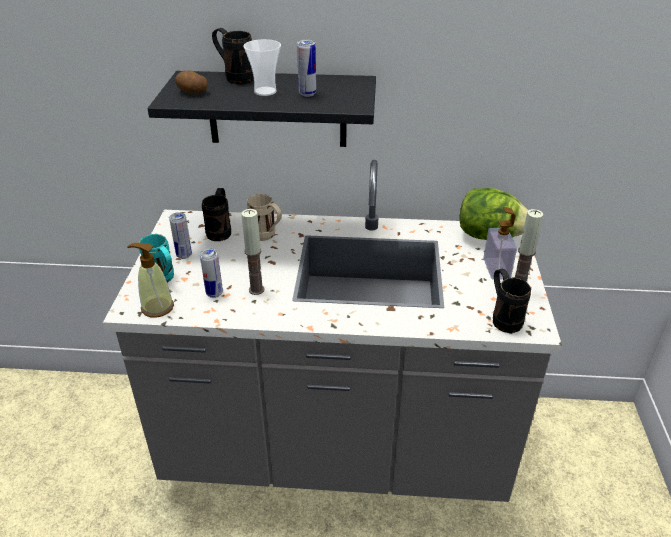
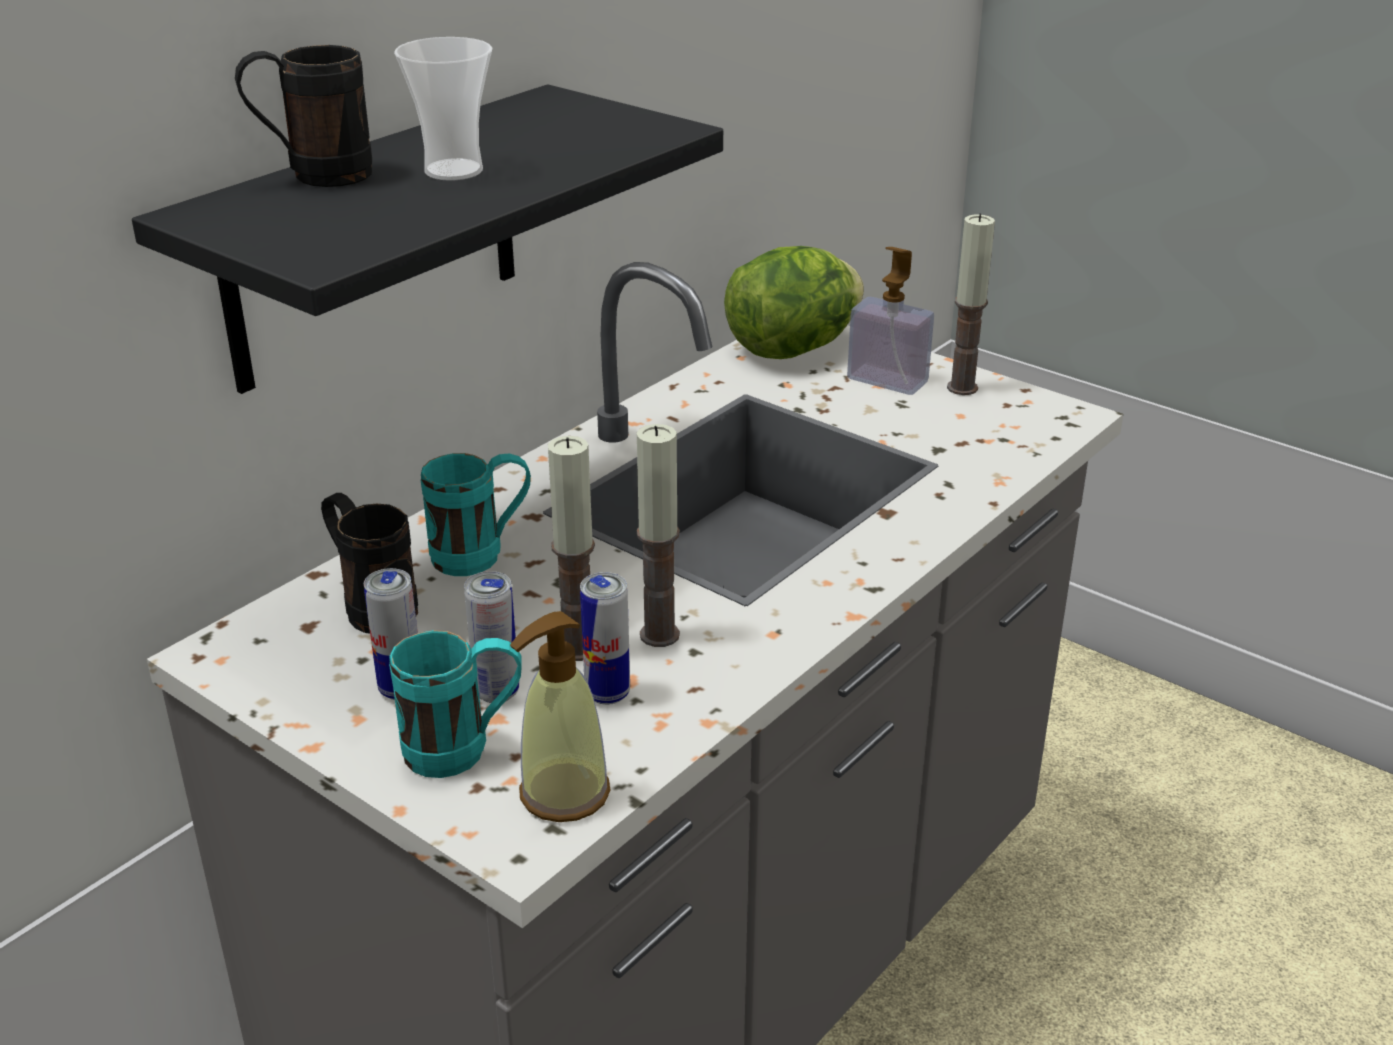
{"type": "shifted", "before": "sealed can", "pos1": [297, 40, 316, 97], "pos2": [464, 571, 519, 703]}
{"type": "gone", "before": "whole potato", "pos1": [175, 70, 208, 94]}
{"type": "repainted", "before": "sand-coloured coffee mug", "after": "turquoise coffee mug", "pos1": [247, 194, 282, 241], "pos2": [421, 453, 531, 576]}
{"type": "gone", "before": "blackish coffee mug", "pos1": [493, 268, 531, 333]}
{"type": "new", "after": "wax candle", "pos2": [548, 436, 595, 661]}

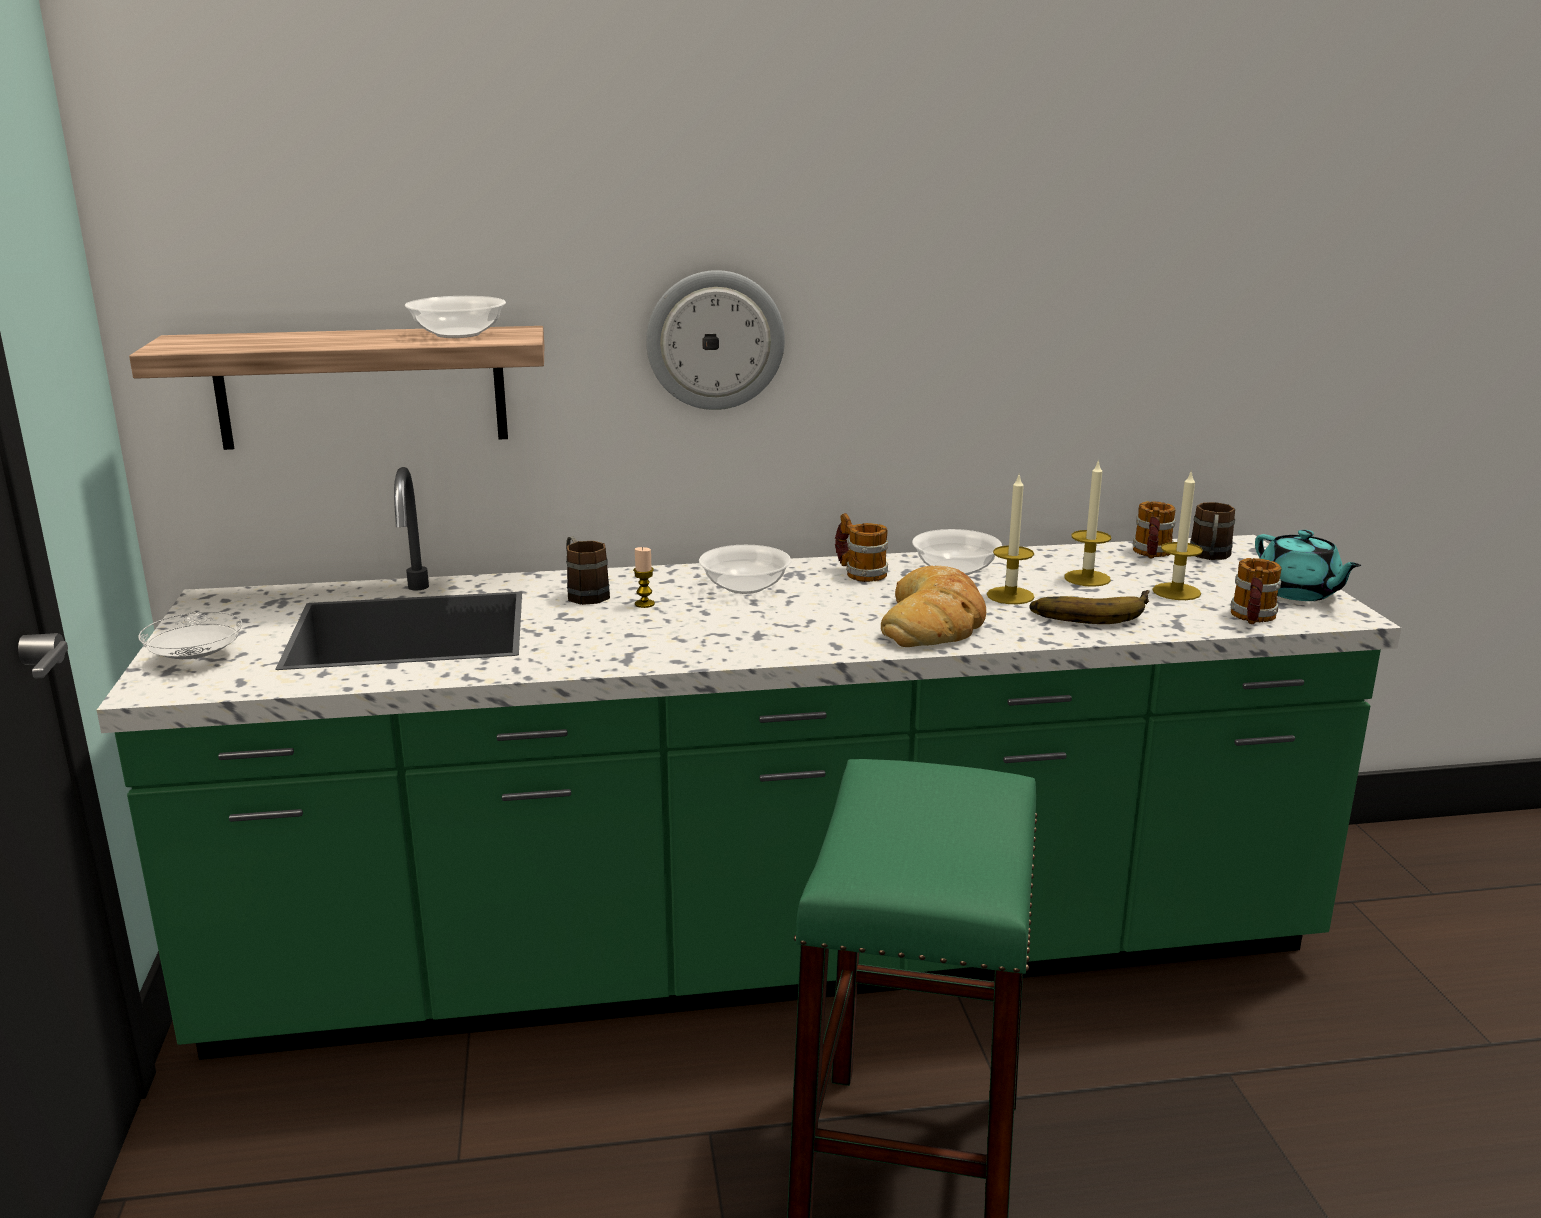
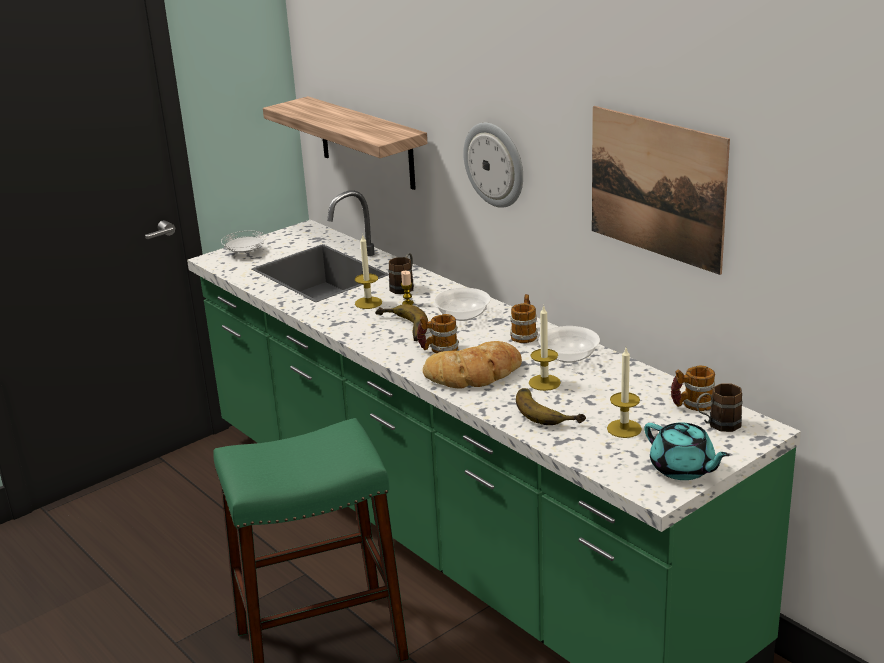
{"type": "gone", "before": "serving bowl", "pos1": [405, 296, 506, 338]}
{"type": "shifted", "before": "wax candle", "pos1": [1064, 459, 1111, 587], "pos2": [355, 235, 382, 309]}
{"type": "rotated", "before": "turquoise teapot", "pos1": [1255, 530, 1361, 601], "pos2": [644, 423, 730, 480], "turn": -75}
{"type": "shifted", "before": "coffee mug", "pos1": [1230, 558, 1282, 624], "pos2": [417, 314, 459, 353]}
{"type": "new", "after": "wall art", "pos2": [592, 106, 730, 275]}
{"type": "new", "after": "whole banana", "pos2": [375, 304, 428, 341]}

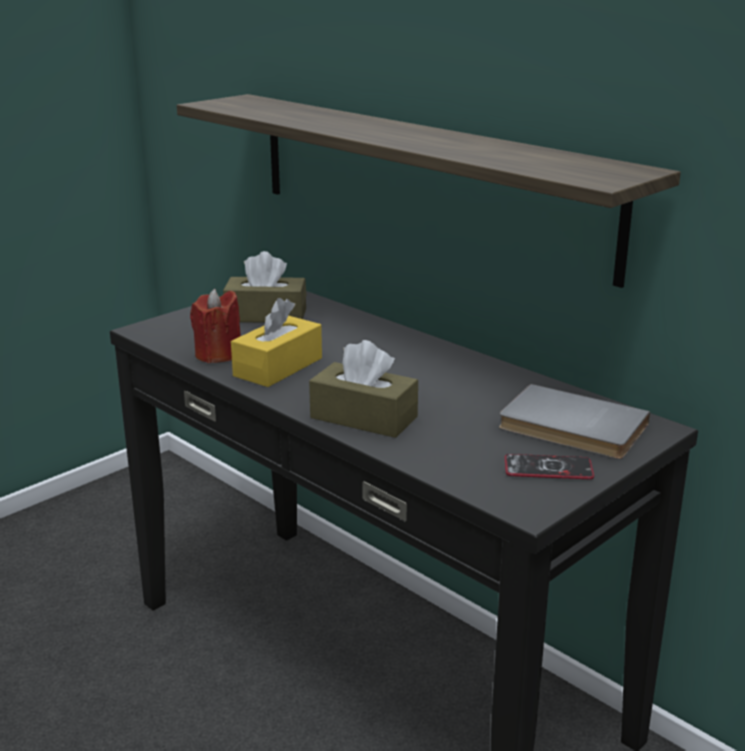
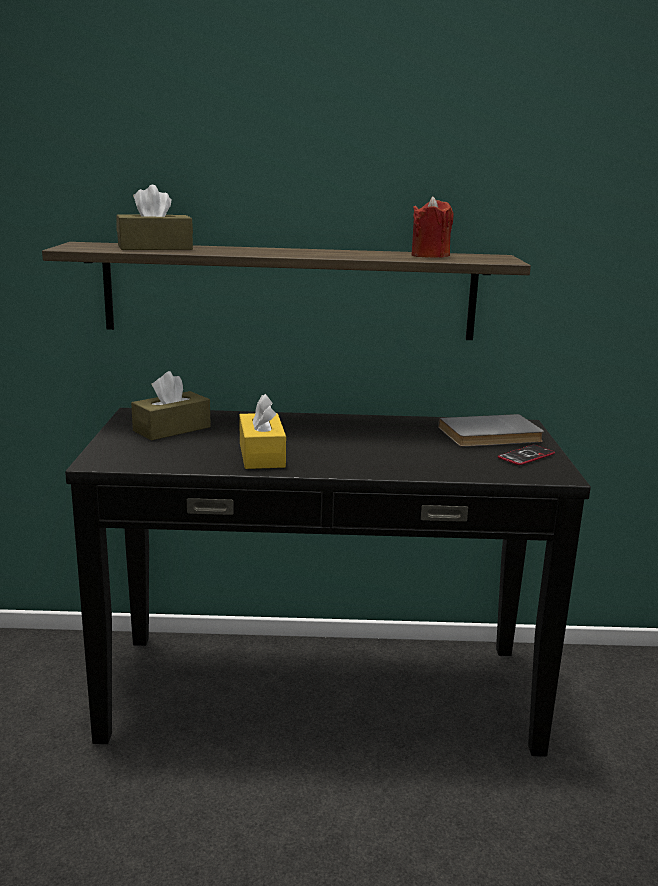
{"type": "shifted", "before": "reddish wax candle", "pos1": [190, 289, 241, 363], "pos2": [412, 196, 454, 258]}
{"type": "shifted", "before": "brown tissue holder", "pos1": [309, 340, 418, 438], "pos2": [116, 185, 193, 250]}

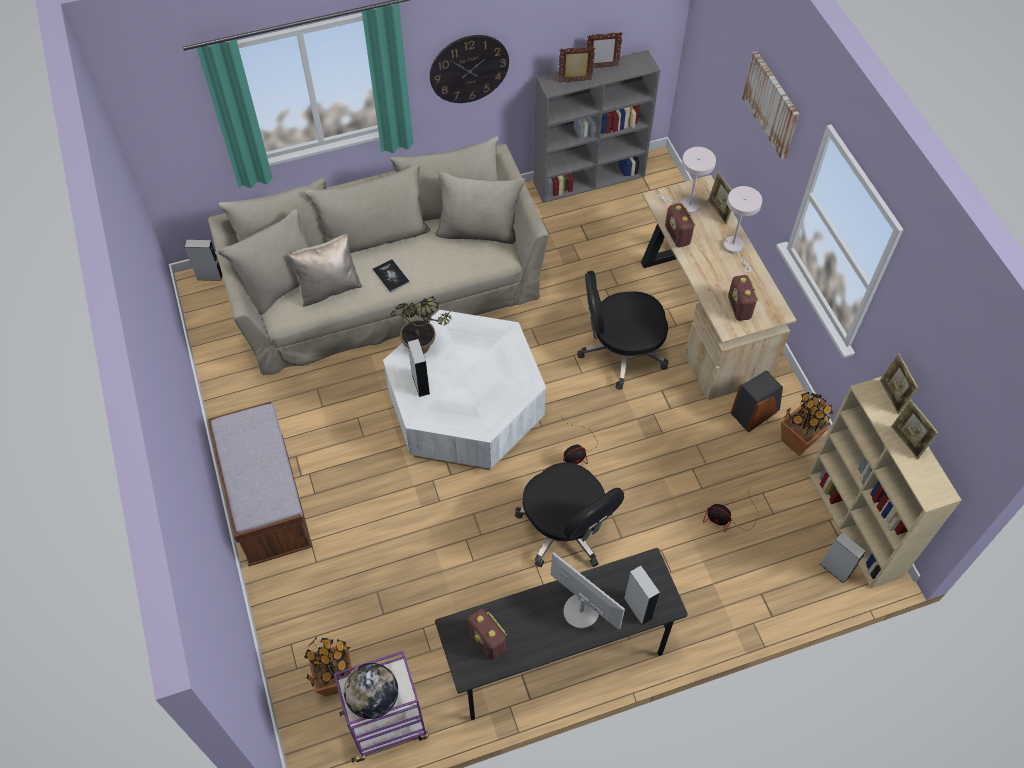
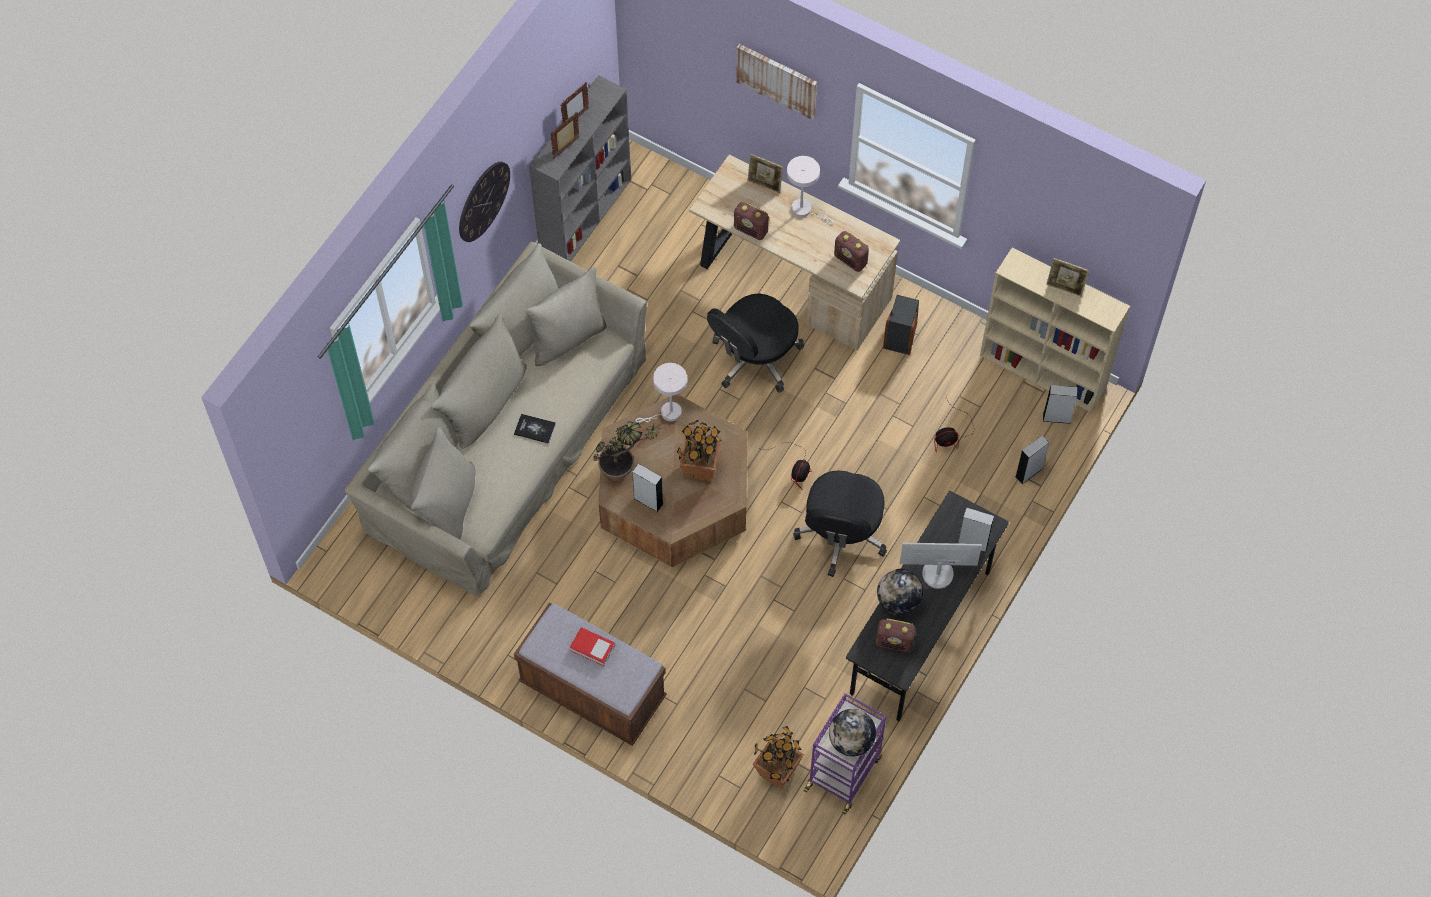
{"type": "shifted", "before": "white-coloured lamp for a table", "pos1": [657, 147, 716, 215], "pos2": [635, 363, 687, 423]}
{"type": "gone", "before": "sand-coloured cushion", "pos1": [288, 235, 362, 307]}
{"type": "shifted", "before": "gray audio speaker", "pos1": [185, 240, 222, 281], "pos2": [1015, 436, 1049, 484]}
{"type": "repainted", "before": "white-coloured coffee table", "after": "brown coffee table", "pos1": [383, 310, 546, 470], "pos2": [599, 394, 748, 568]}
{"type": "gone", "before": "standing frame", "pos1": [880, 353, 918, 414]}
{"type": "shifted", "before": "plant in a pot", "pos1": [781, 392, 833, 456], "pos2": [677, 420, 722, 481]}
{"type": "rotated", "before": "blackish desk chair", "pos1": [515, 462, 624, 567], "pos2": [793, 470, 887, 577], "turn": 90}
{"type": "new", "after": "world globe", "pos2": [877, 569, 923, 615]}
{"type": "new", "after": "bound book", "pos2": [569, 627, 615, 666]}

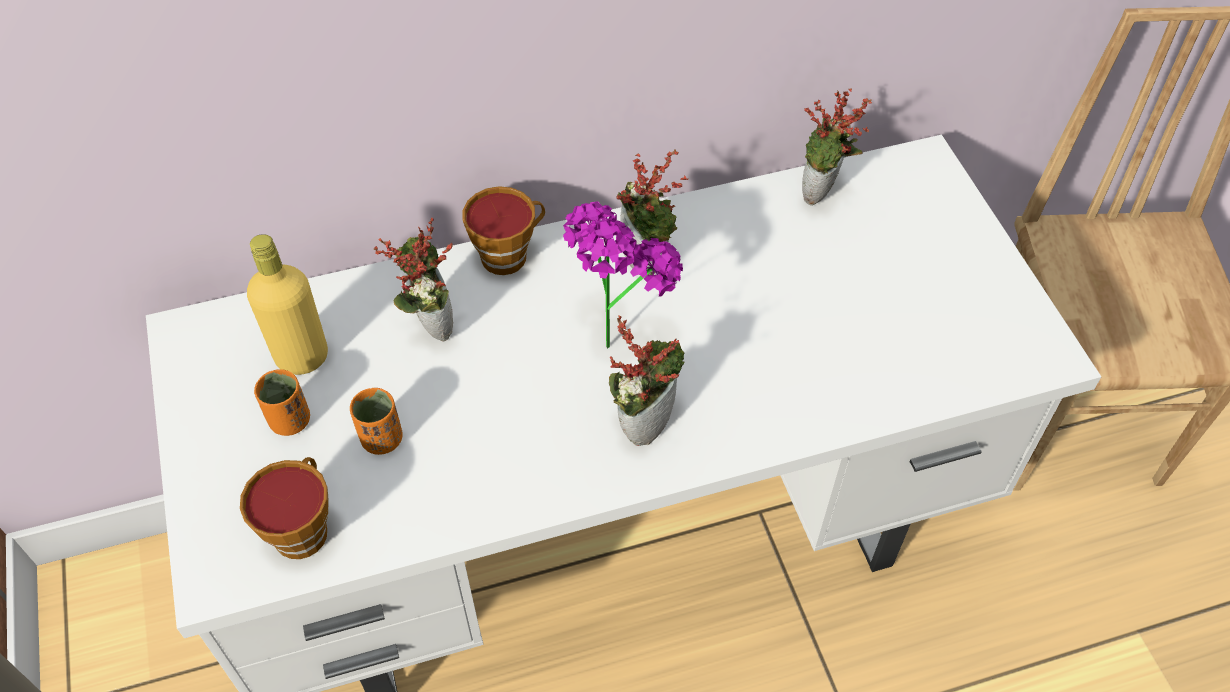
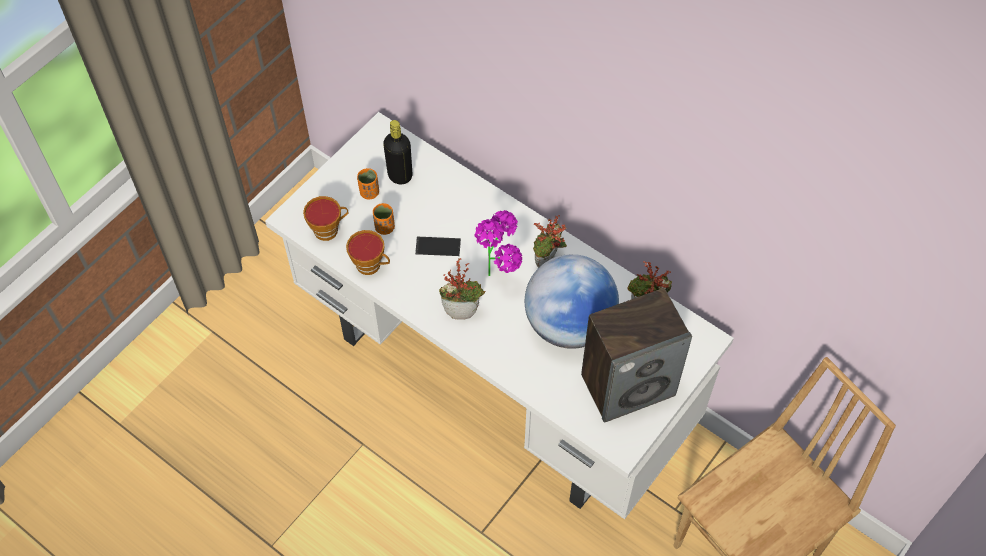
{"type": "shifted", "before": "cup", "pos1": [462, 186, 545, 275], "pos2": [346, 230, 390, 275]}
{"type": "gone", "before": "plant in a pot", "pos1": [373, 218, 453, 341]}
{"type": "repainted", "before": "yellowish beverage bottle", "after": "blackish beverage bottle", "pos1": [247, 234, 328, 375], "pos2": [383, 120, 412, 184]}
{"type": "new", "after": "phone", "pos2": [415, 237, 461, 256]}
{"type": "new", "after": "world globe", "pos2": [525, 254, 619, 349]}
{"type": "new", "after": "audio speaker", "pos2": [581, 288, 692, 423]}

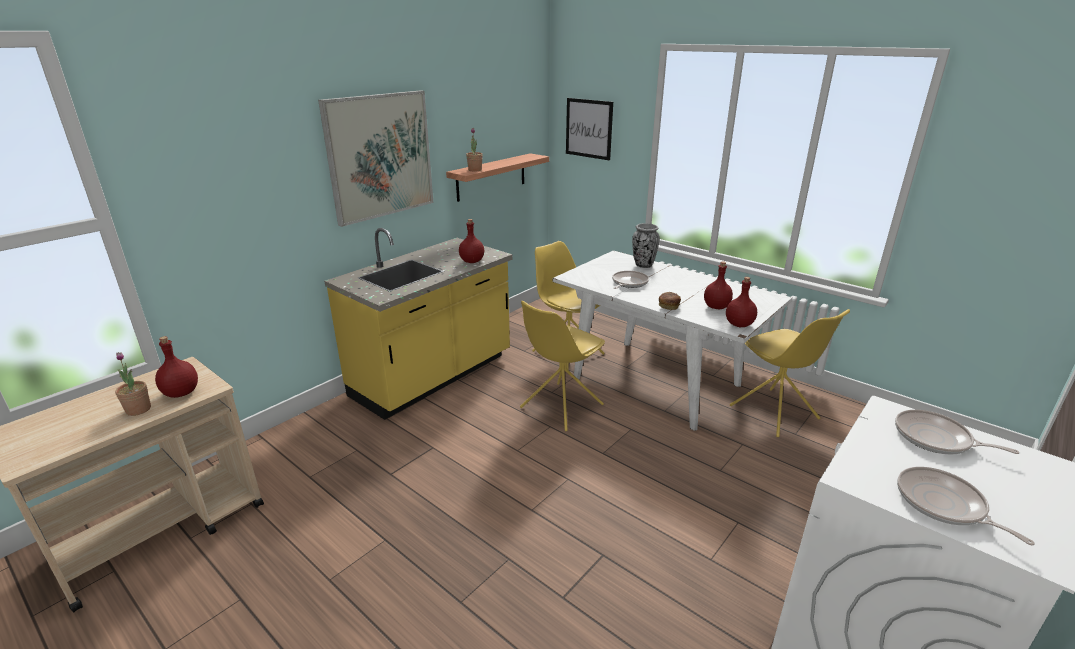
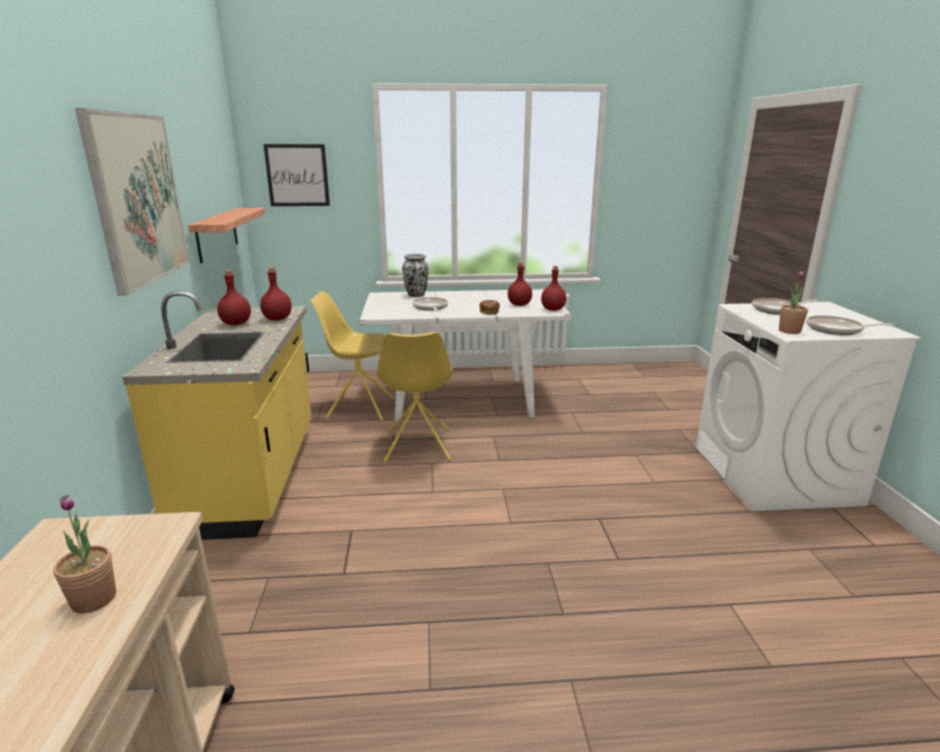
{"type": "shifted", "before": "plant in a pot", "pos1": [466, 128, 483, 172], "pos2": [779, 271, 808, 334]}
{"type": "gone", "before": "yellowish plain chair", "pos1": [730, 309, 850, 437]}
{"type": "shifted", "before": "reddish beverage bottle", "pos1": [155, 336, 198, 398], "pos2": [217, 270, 251, 325]}

